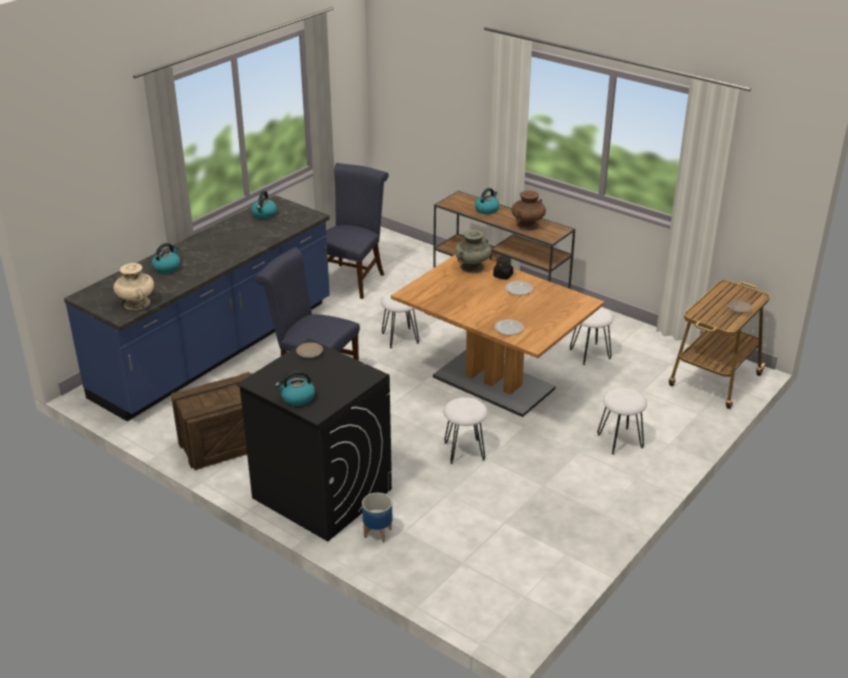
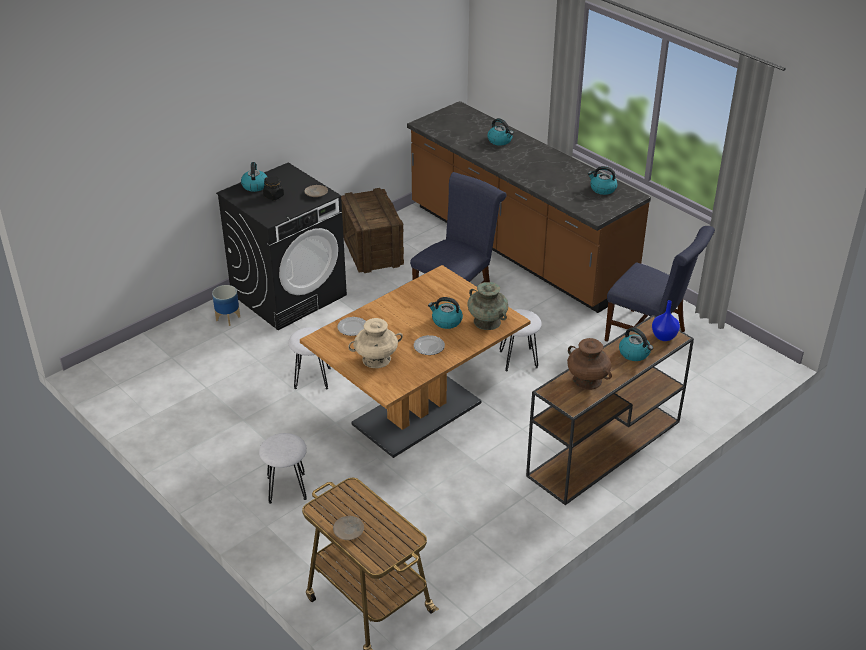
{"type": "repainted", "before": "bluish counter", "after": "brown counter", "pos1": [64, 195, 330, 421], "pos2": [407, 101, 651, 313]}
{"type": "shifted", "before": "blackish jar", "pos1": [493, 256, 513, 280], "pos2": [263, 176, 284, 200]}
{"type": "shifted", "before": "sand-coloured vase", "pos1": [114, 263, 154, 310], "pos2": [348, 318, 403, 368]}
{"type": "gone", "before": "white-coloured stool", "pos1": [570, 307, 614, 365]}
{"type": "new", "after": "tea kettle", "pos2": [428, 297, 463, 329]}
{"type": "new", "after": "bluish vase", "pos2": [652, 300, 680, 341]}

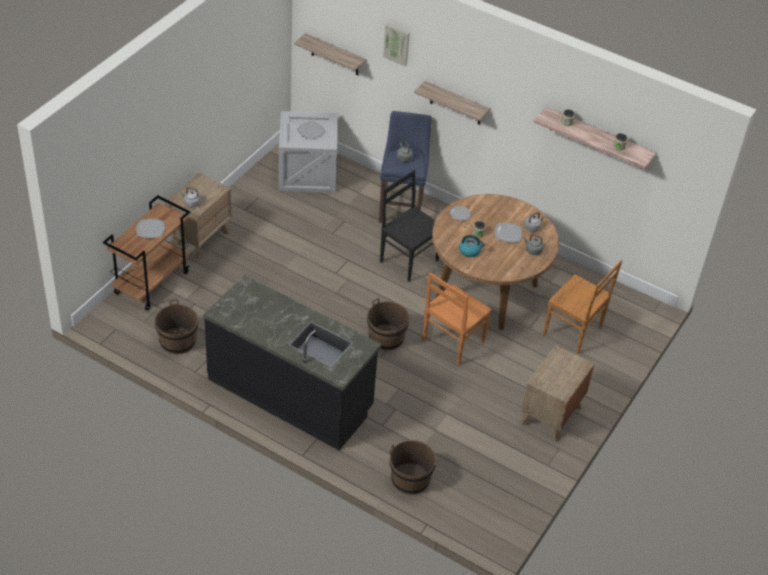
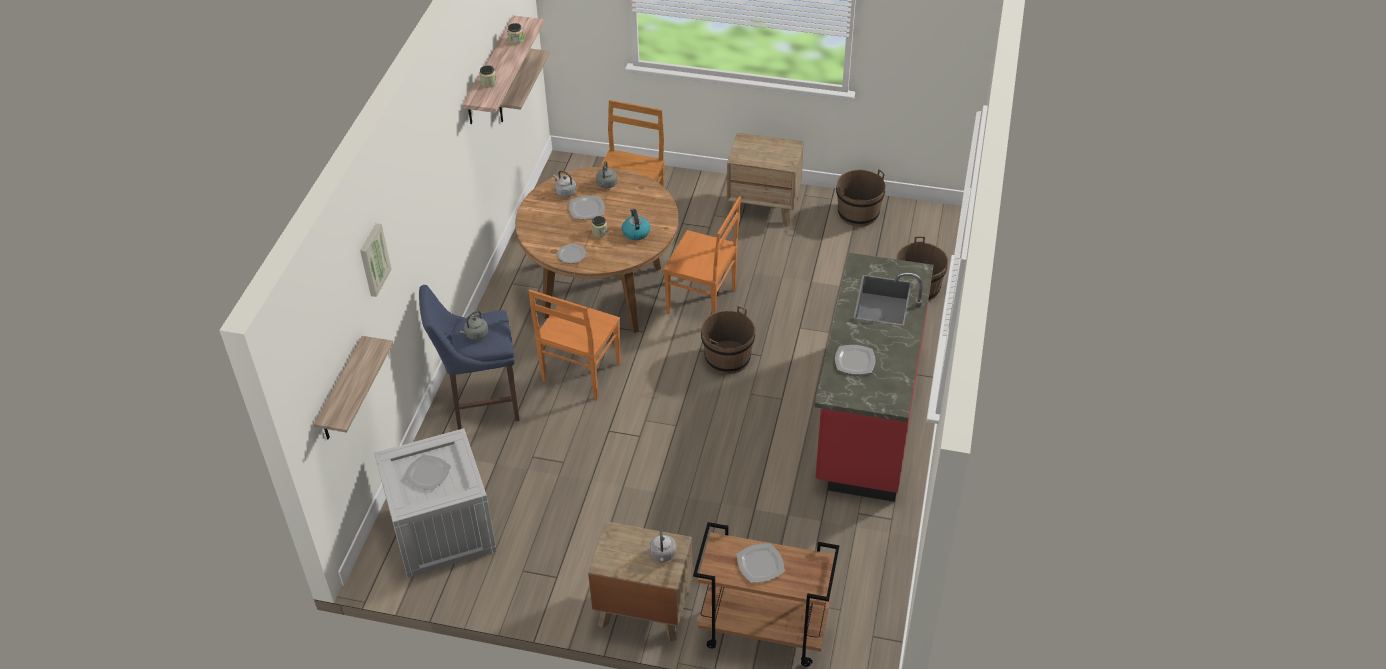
{"type": "shifted", "before": "shelf", "pos1": [414, 81, 490, 125], "pos2": [499, 49, 550, 122]}
{"type": "repainted", "before": "blackish plain chair", "after": "orange plain chair", "pos1": [380, 169, 439, 282], "pos2": [529, 290, 621, 399]}
{"type": "repainted", "before": "blackish counter", "after": "reddish counter", "pos1": [203, 275, 381, 450], "pos2": [814, 253, 934, 502]}
{"type": "shifted", "before": "brown pail", "pos1": [155, 300, 198, 354], "pos2": [836, 169, 886, 227]}
{"type": "new", "after": "dinner plate", "pos2": [835, 345, 876, 374]}

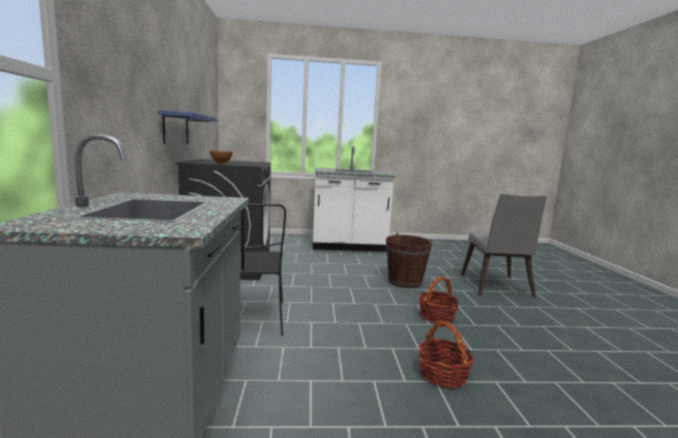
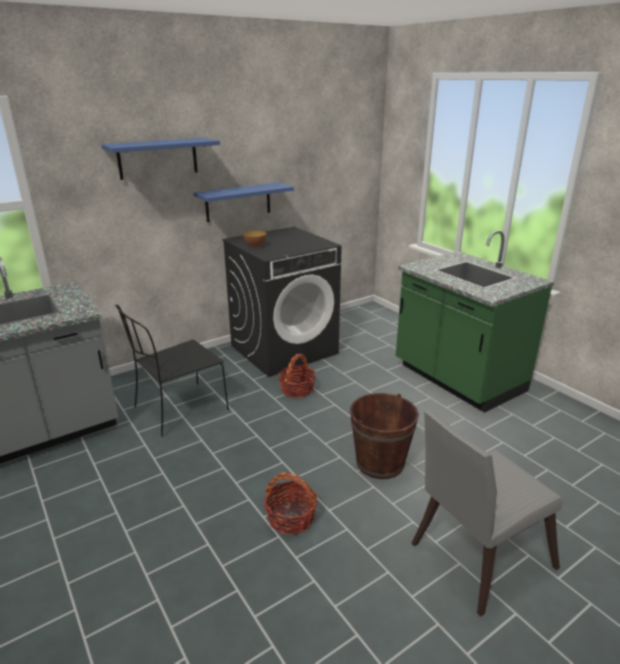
{"type": "repainted", "before": "white-coloured counter", "after": "greenish counter", "pos1": [313, 145, 396, 252], "pos2": [396, 230, 554, 413]}
{"type": "shifted", "before": "basket", "pos1": [418, 321, 475, 389], "pos2": [278, 354, 316, 398]}
{"type": "new", "after": "bluish shelf", "pos2": [101, 138, 220, 180]}

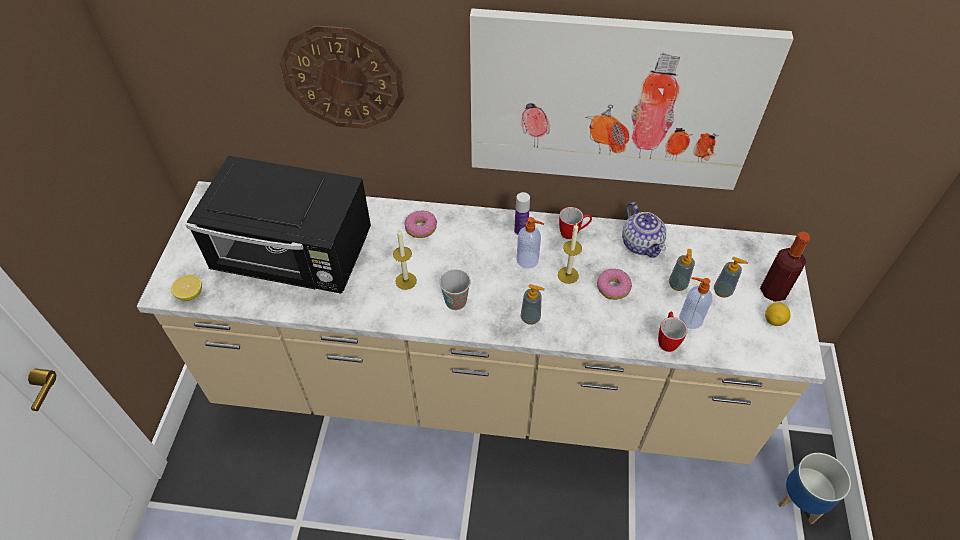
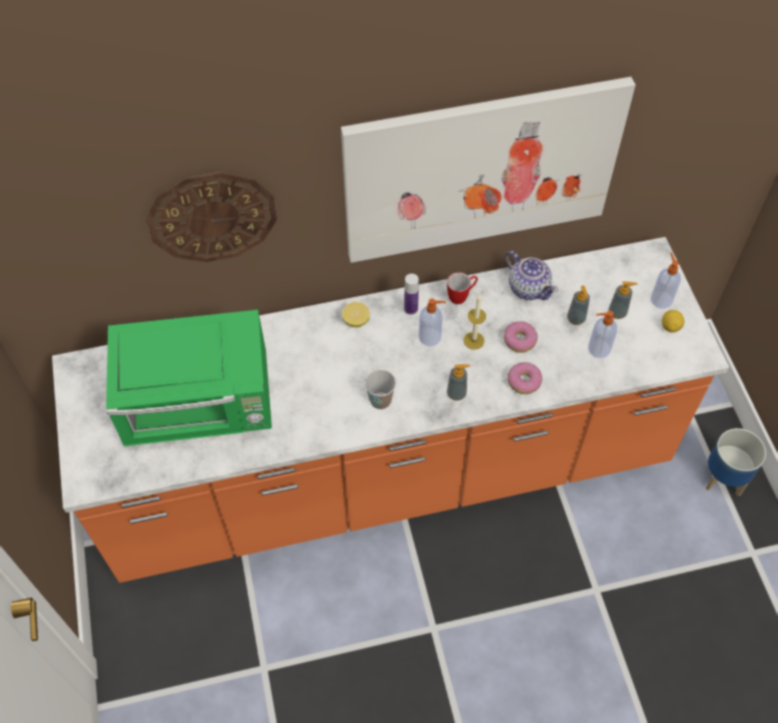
{"type": "repainted", "before": "blackish microwave oven", "after": "greenish microwave oven", "pos1": [186, 156, 371, 294], "pos2": [106, 310, 272, 446]}
{"type": "repainted", "before": "sand-coloured counter", "after": "orange counter", "pos1": [137, 181, 826, 464], "pos2": [52, 237, 729, 583]}
{"type": "shifted", "before": "donut", "pos1": [405, 210, 437, 238], "pos2": [507, 362, 542, 394]}
{"type": "gone", "before": "wax candle", "pos1": [393, 229, 417, 290]}
{"type": "swapped", "before": "beverage bottle", "after": "soap dispenser", "pos1": [760, 231, 810, 302], "pos2": [651, 252, 681, 309]}
{"type": "shifted", "before": "lemon", "pos1": [171, 274, 202, 301], "pos2": [342, 302, 370, 327]}
{"type": "gone", "before": "coffee mug", "pos1": [658, 312, 688, 352]}

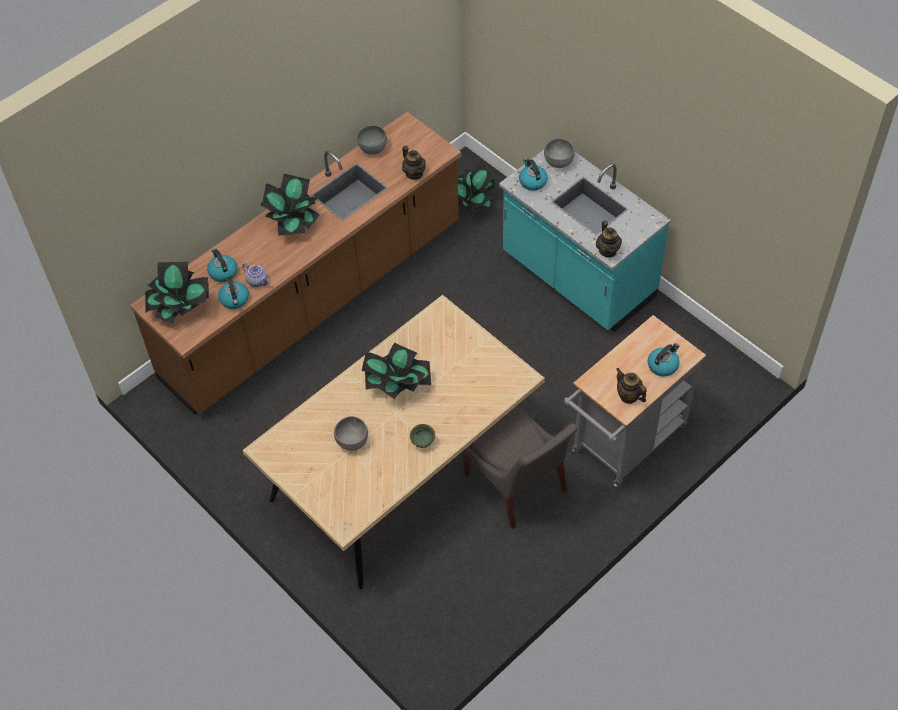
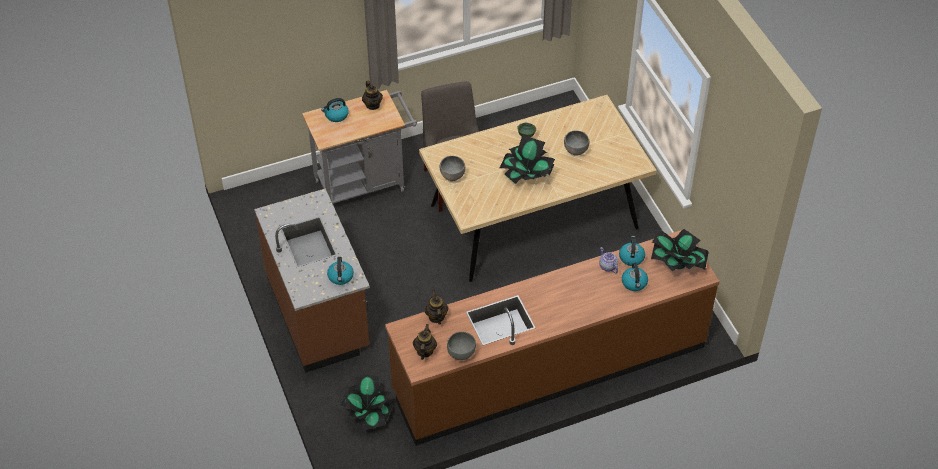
{"type": "shifted", "before": "gray serving bowl", "pos1": [544, 138, 574, 168], "pos2": [440, 156, 465, 181]}
{"type": "repainted", "before": "turquoise counter", "after": "brown counter", "pos1": [499, 150, 671, 332], "pos2": [254, 189, 370, 373]}
{"type": "gone", "before": "plant in a pot", "pos1": [260, 174, 319, 236]}
{"type": "shifted", "before": "teapot", "pos1": [596, 221, 622, 258], "pos2": [413, 324, 437, 360]}

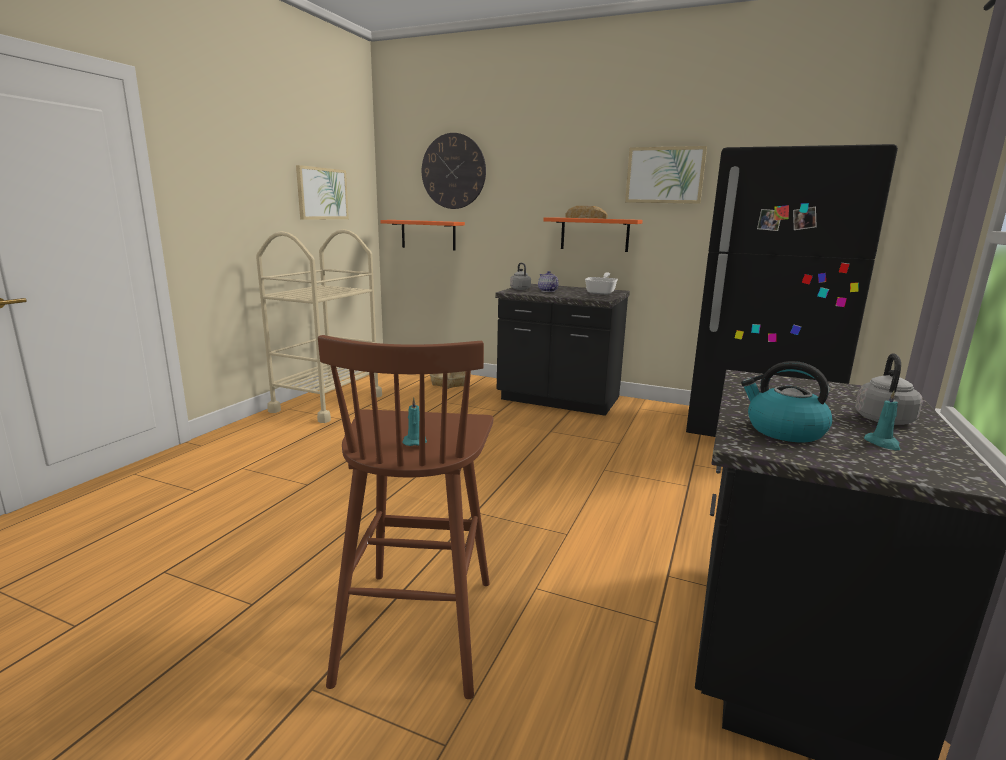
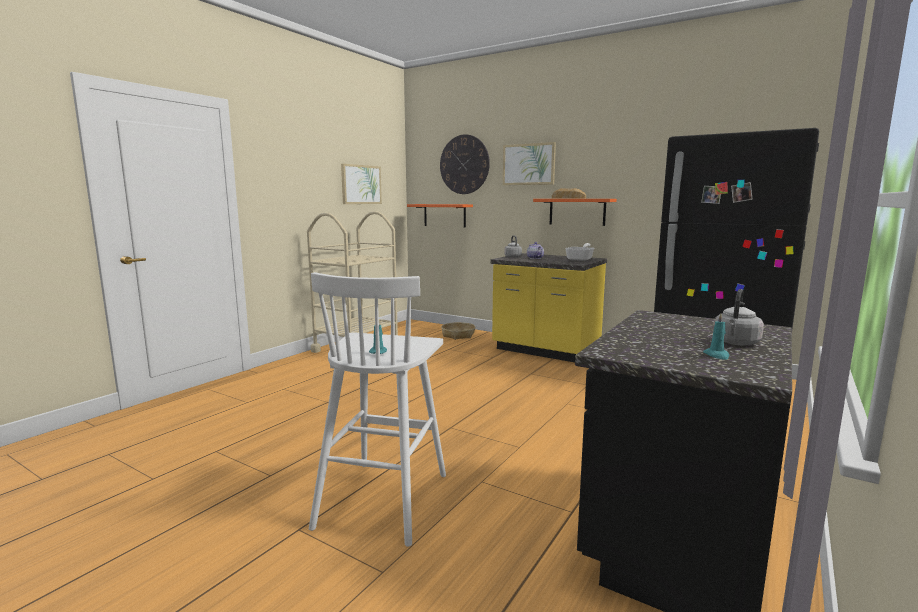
{"type": "shifted", "before": "wall art", "pos1": [625, 146, 707, 204], "pos2": [503, 142, 556, 185]}
{"type": "repainted", "before": "blackish counter", "after": "yellowish counter", "pos1": [495, 284, 630, 416], "pos2": [491, 253, 607, 362]}
{"type": "repainted", "before": "brown stool", "after": "white-coloured stool", "pos1": [318, 335, 493, 699], "pos2": [309, 272, 446, 547]}
{"type": "gone", "before": "tea kettle", "pos1": [741, 361, 832, 442]}

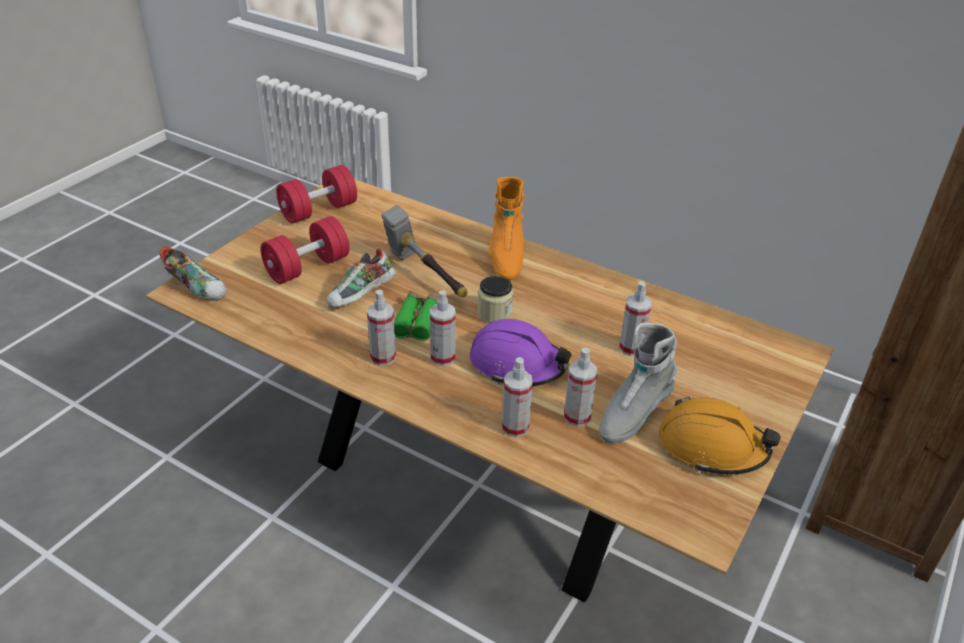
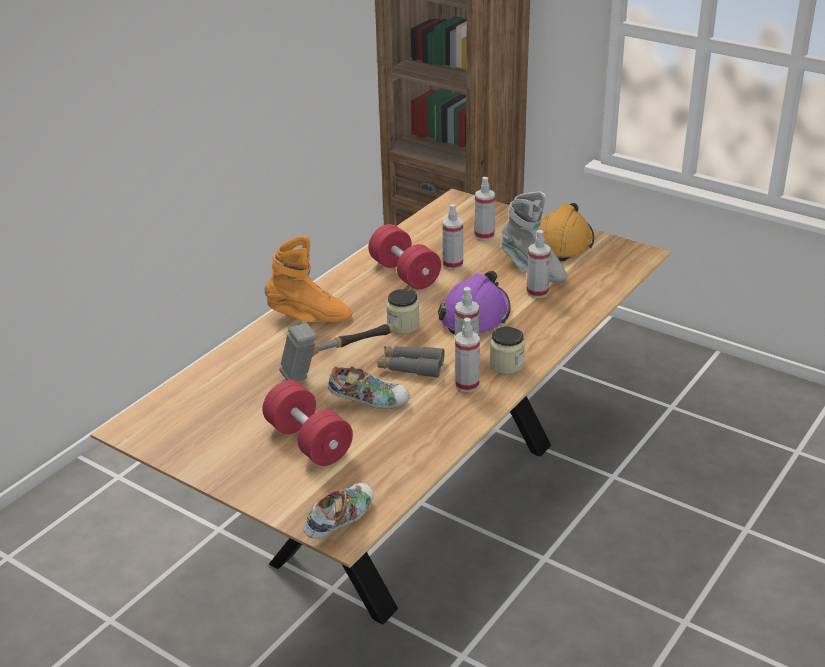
{"type": "shifted", "before": "reddish dumbbell", "pos1": [276, 165, 357, 223], "pos2": [368, 224, 441, 289]}
{"type": "rotated", "before": "item of footwear", "pos1": [327, 248, 395, 308], "pos2": [328, 366, 410, 409], "turn": -45}
{"type": "repainted", "before": "greenish binoculars", "after": "gray binoculars", "pos1": [394, 291, 438, 341], "pos2": [378, 346, 445, 378]}
{"type": "shifted", "before": "spray bottle", "pos1": [502, 357, 533, 438], "pos2": [475, 177, 495, 240]}
{"type": "new", "after": "jar", "pos2": [490, 327, 525, 374]}

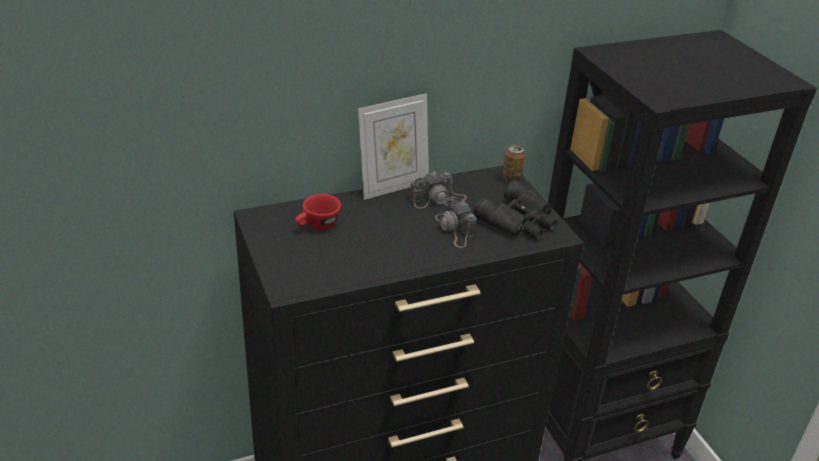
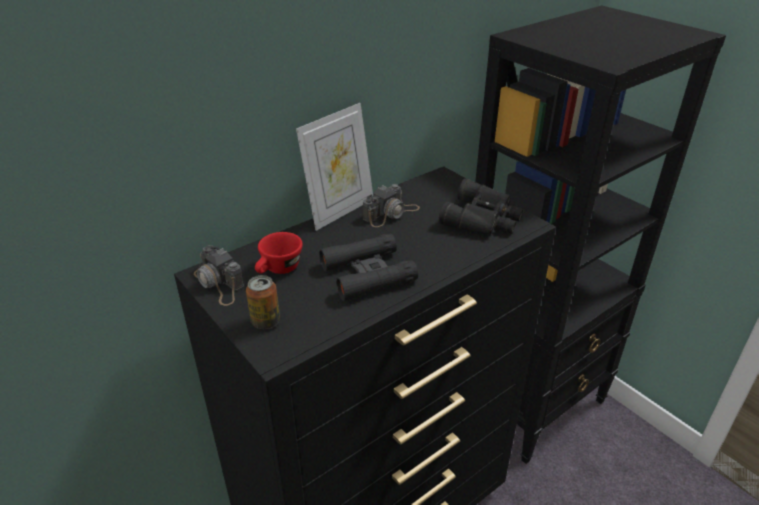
{"type": "shifted", "before": "sealed can", "pos1": [502, 144, 526, 183], "pos2": [246, 275, 280, 329]}
{"type": "shifted", "before": "photo camera", "pos1": [435, 196, 477, 248], "pos2": [194, 245, 244, 306]}
{"type": "new", "after": "blackish binoculars", "pos2": [319, 234, 418, 301]}

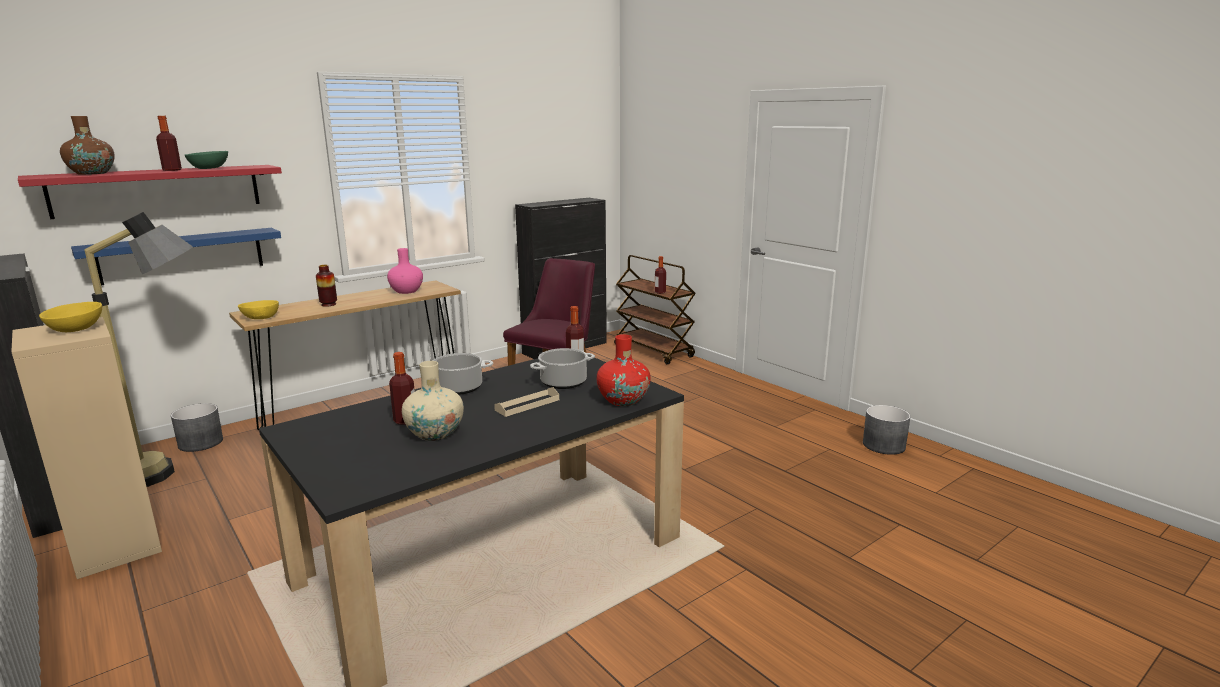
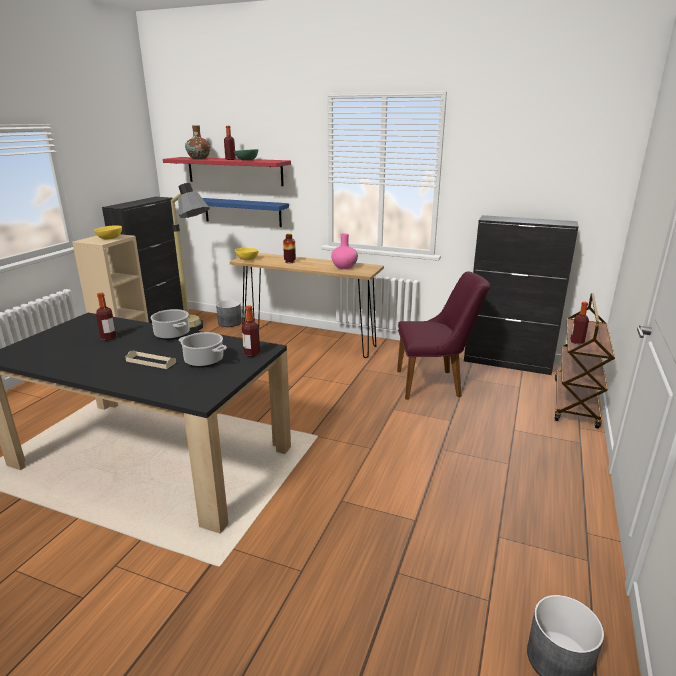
{"type": "gone", "before": "reddish vase", "pos1": [597, 334, 651, 406]}
{"type": "gone", "before": "sand-coloured vase", "pos1": [402, 361, 464, 441]}

